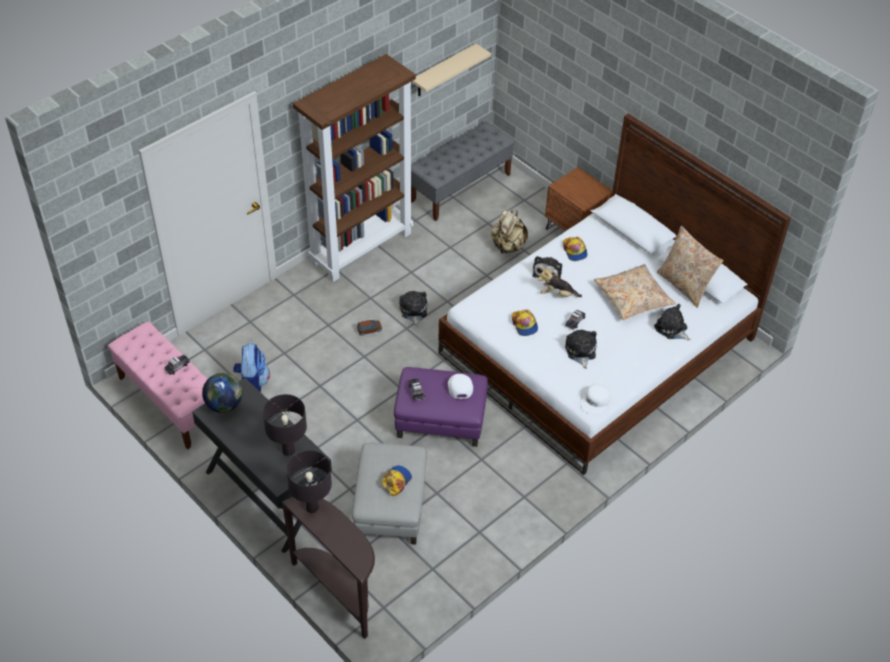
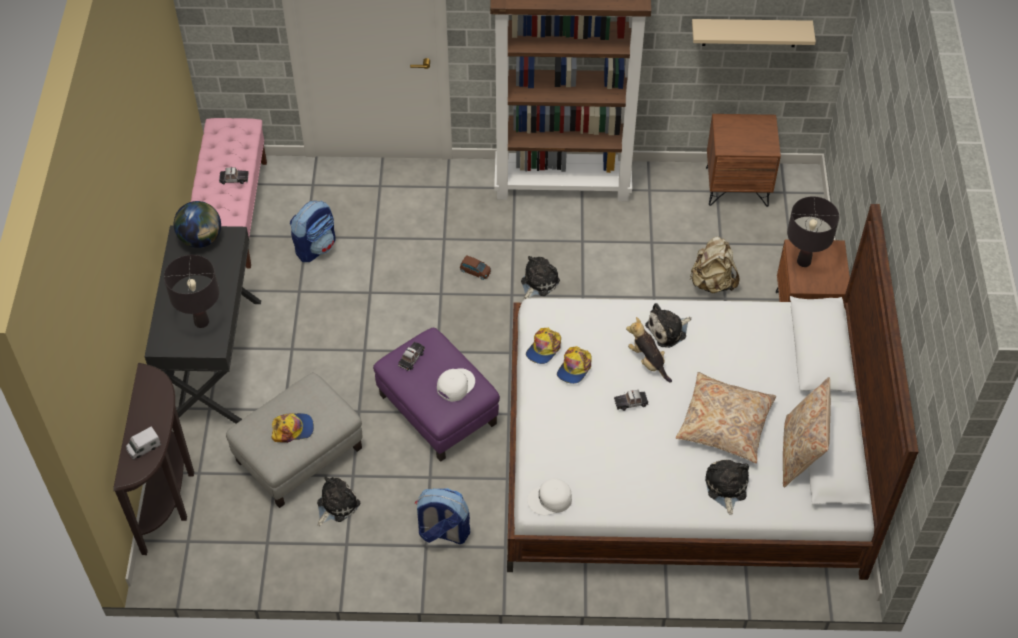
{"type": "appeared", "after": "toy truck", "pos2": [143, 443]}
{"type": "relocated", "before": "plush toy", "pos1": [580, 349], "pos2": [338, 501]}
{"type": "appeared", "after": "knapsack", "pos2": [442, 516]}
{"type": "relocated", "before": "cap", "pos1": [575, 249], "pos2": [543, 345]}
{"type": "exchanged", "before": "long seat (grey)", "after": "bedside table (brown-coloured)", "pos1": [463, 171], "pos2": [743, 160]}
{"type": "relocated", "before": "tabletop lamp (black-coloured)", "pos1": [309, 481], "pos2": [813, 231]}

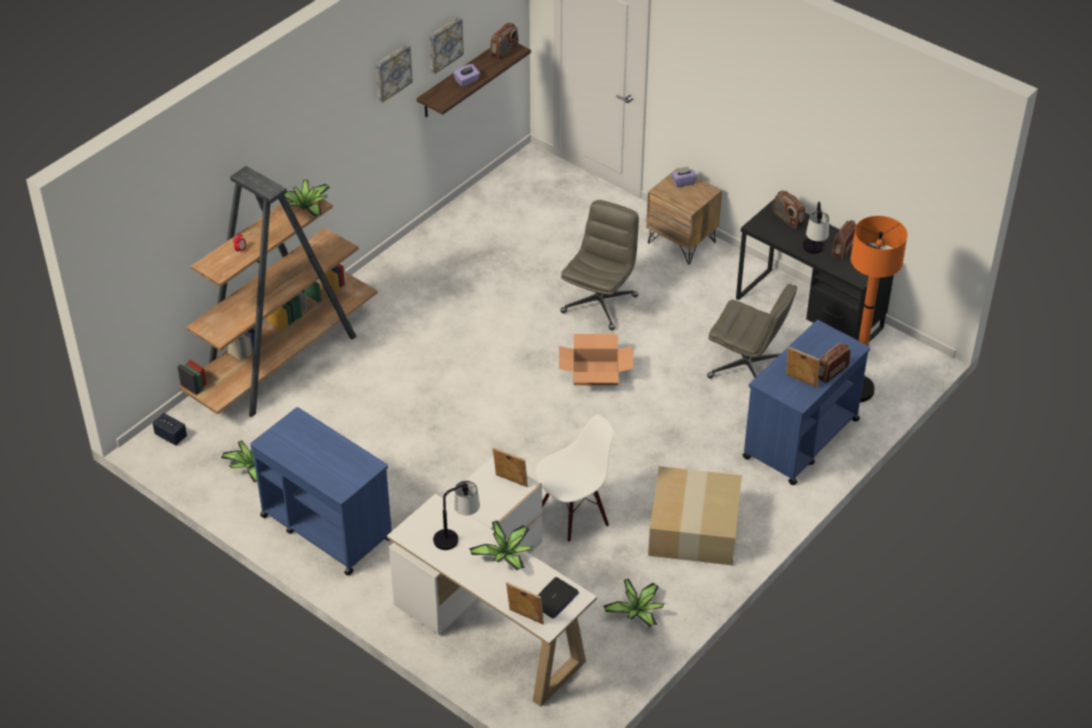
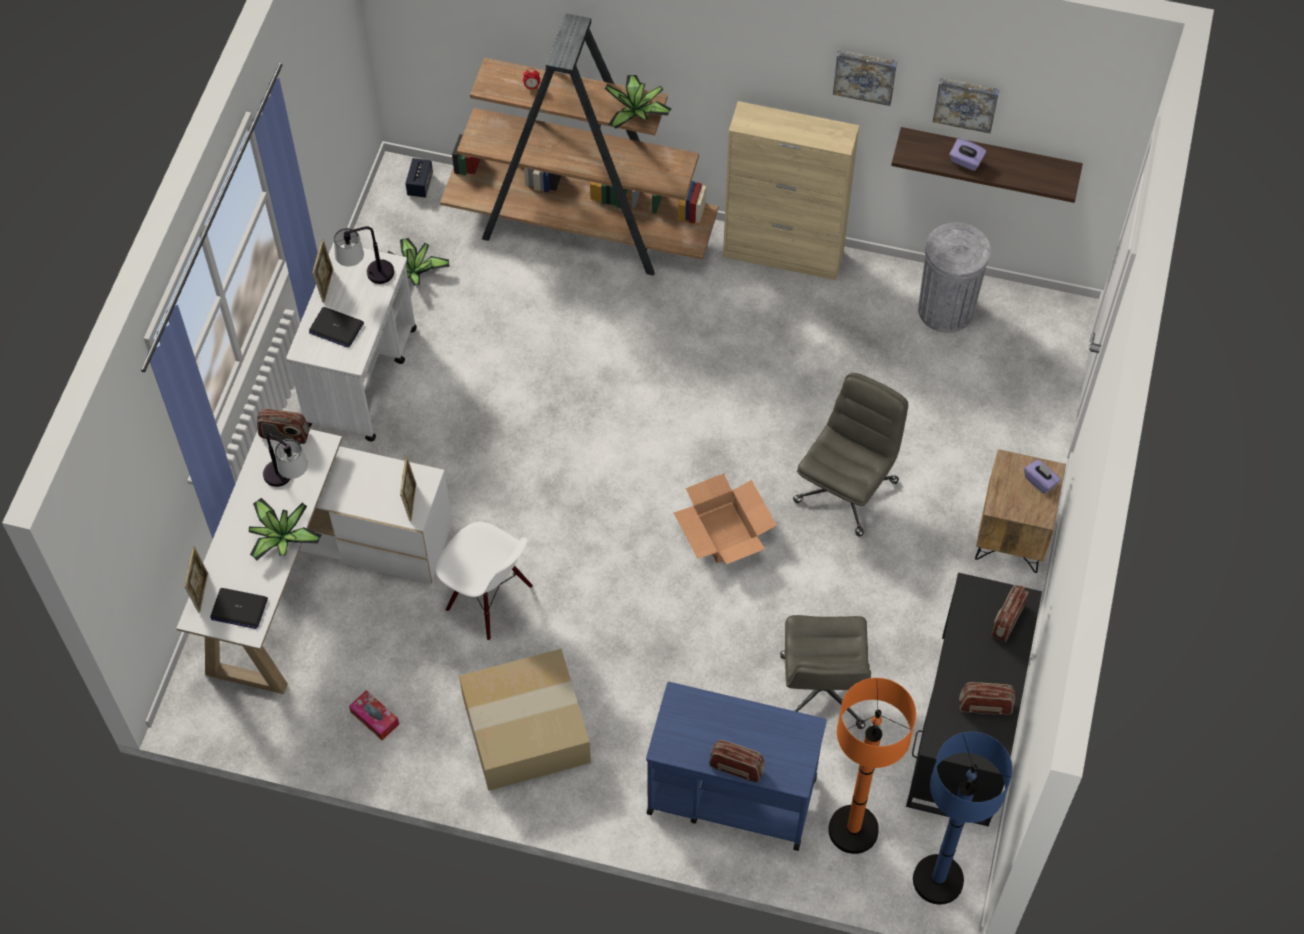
{"type": "relocated", "before": "radio receiver", "pos1": [504, 41], "pos2": [283, 426]}
{"type": "colour", "before": "trolley (blue-coloured)", "after": "trolley (white)", "pos1": [321, 491], "pos2": [351, 342]}
{"type": "appeared", "after": "laptop", "pos2": [336, 327]}
{"type": "relocated", "before": "picture frame", "pos1": [803, 367], "pos2": [323, 271]}
{"type": "relocated", "before": "tabletop lamp", "pos1": [816, 228], "pos2": [364, 255]}
{"type": "exchanged", "before": "plant in a pot", "after": "tissue holder", "pos1": [633, 602], "pos2": [374, 715]}
{"type": "appeared", "after": "storage cabinet (beige)", "pos2": [791, 190]}
{"type": "spun", "before": "office chair (grey)", "pos1": [599, 265], "pos2": [850, 454], "turn": -60}
{"type": "appeared", "after": "standing lamp (blue-coloured)", "pos2": [963, 818]}
{"type": "appeared", "after": "waste bin (grey)", "pos2": [954, 277]}

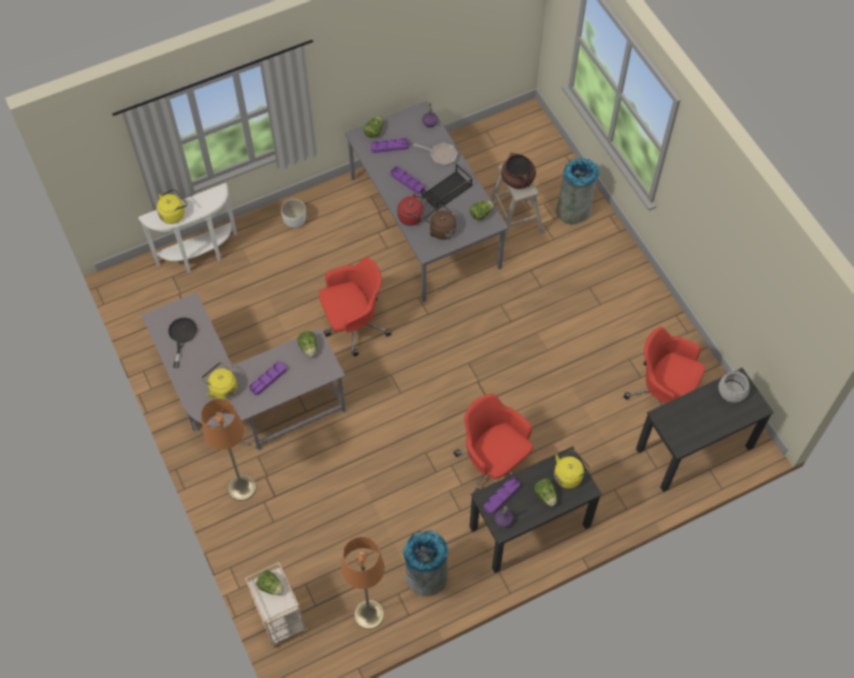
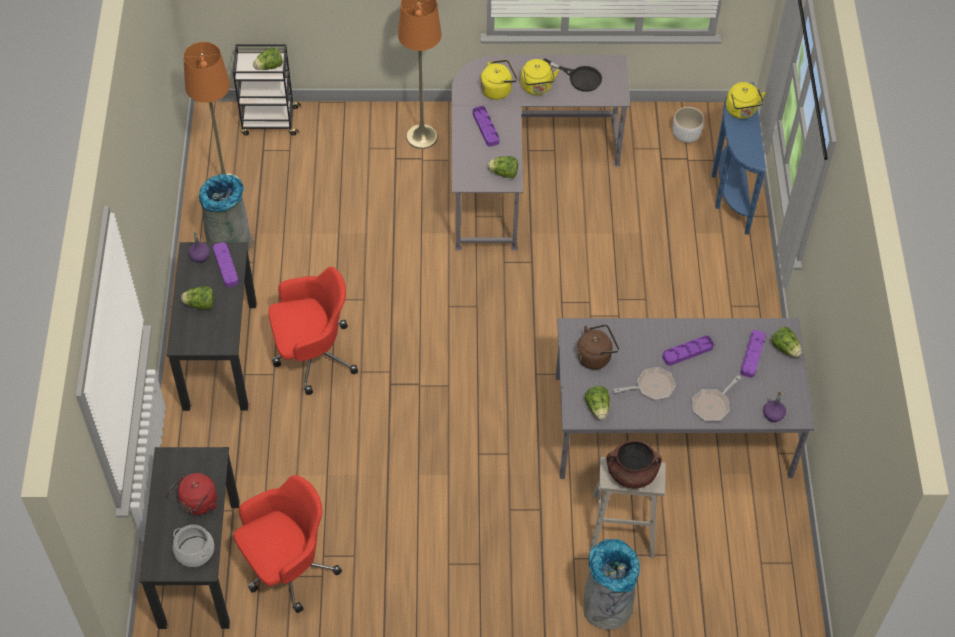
{"type": "relocated", "before": "tea kettle (red-coloured)", "pos1": [412, 209], "pos2": [193, 494]}
{"type": "colour", "before": "trolley (beige)", "after": "trolley (black-coloured)", "pos1": [276, 605], "pos2": [267, 90]}
{"type": "relocated", "before": "tea kettle (yellow-coloured)", "pos1": [572, 469], "pos2": [540, 77]}
{"type": "exchanged", "before": "serving tray (black-coloured)", "after": "skillet", "pos1": [446, 187], "pos2": [645, 383]}
{"type": "relocated", "before": "flower pot (white)", "pos1": [293, 213], "pos2": [688, 125]}
{"type": "colour", "before": "hall table (white)", "after": "hall table (blue-coloured)", "pos1": [187, 228], "pos2": [739, 158]}
{"type": "missing", "before": "office chair (red-coloured)", "pos1": [355, 306]}

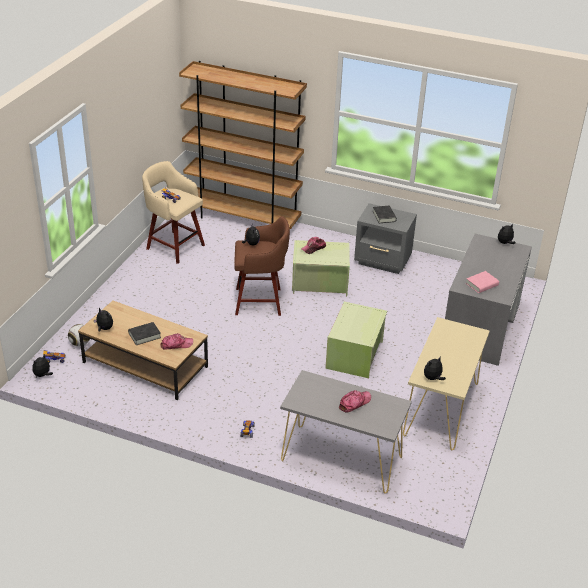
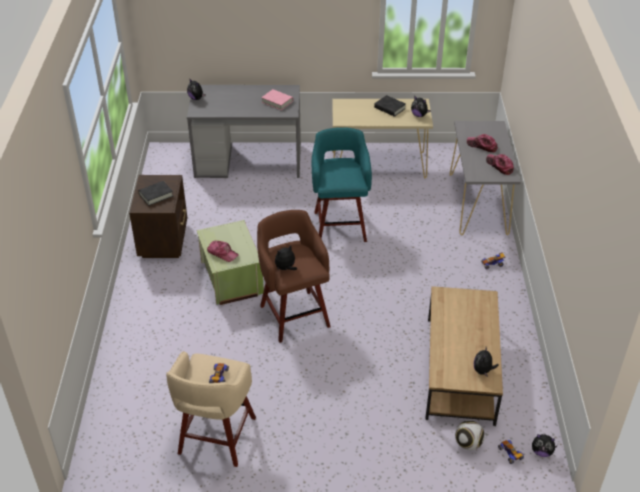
{"type": "colour", "before": "bedside table (grey)", "after": "bedside table (brown-coloured)", "pos1": [385, 238], "pos2": [158, 216]}
{"type": "exchanged", "before": "storage bin (greenish)", "after": "stool (blue-green)", "pos1": [356, 340], "pos2": [342, 184]}
{"type": "relocated", "before": "volume (black-coloured)", "pos1": [144, 333], "pos2": [390, 106]}
{"type": "relocated", "before": "cap", "pos1": [176, 341], "pos2": [500, 164]}
{"type": "missing", "before": "bookshelf (brown-coloured)", "pos1": [243, 145]}

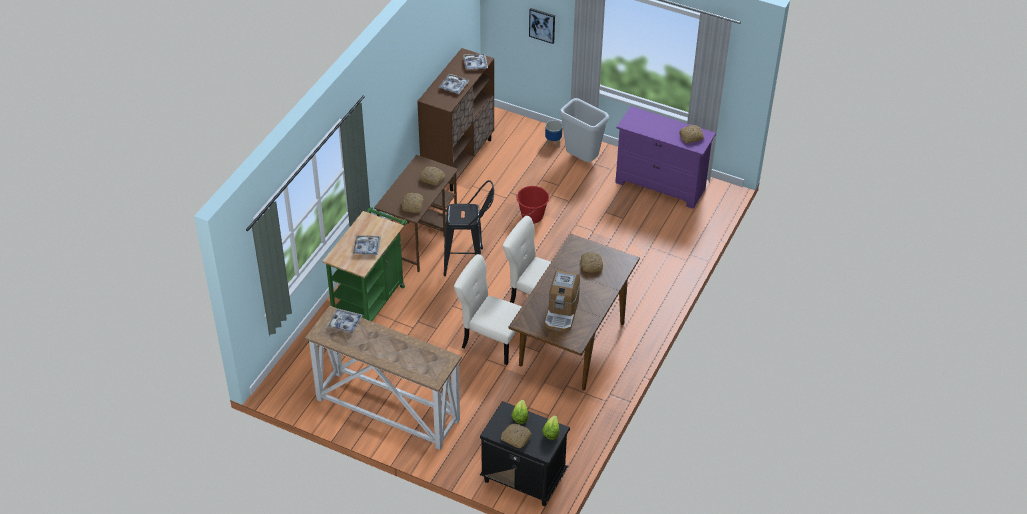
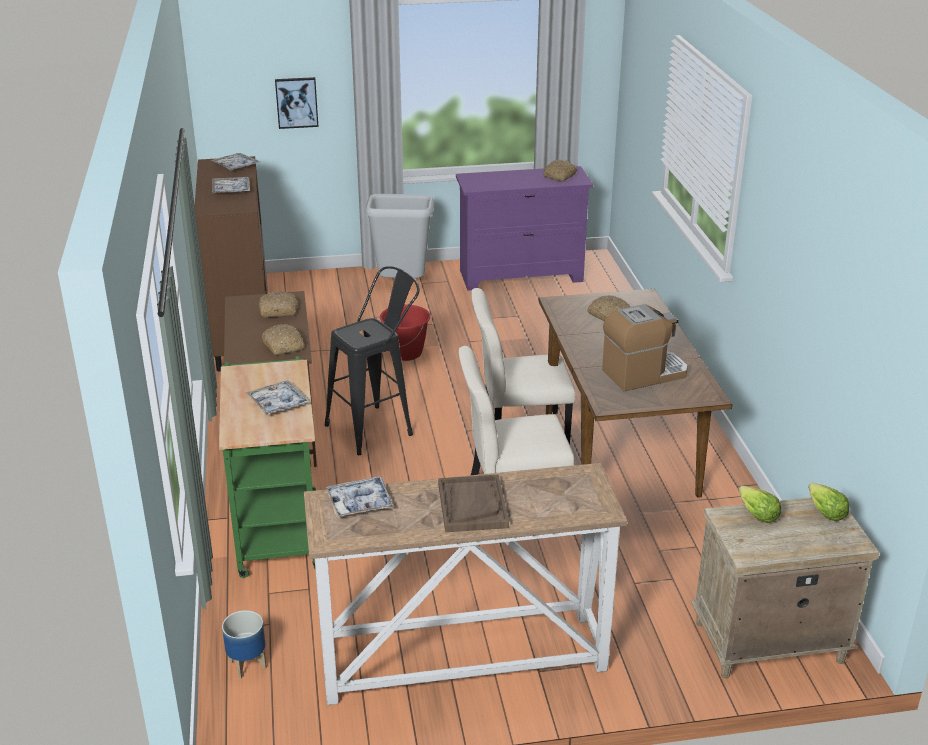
{"type": "relocated", "before": "flower pot", "pos1": [554, 134], "pos2": [244, 644]}
{"type": "appeared", "after": "serving tray (brown-coloured)", "pos2": [473, 503]}
{"type": "spun", "before": "coffee brewer", "pos1": [562, 301], "pos2": [645, 347], "turn": -90}
{"type": "colour", "before": "bedside table (black-coloured)", "after": "bedside table (beige)", "pos1": [525, 453], "pos2": [785, 588]}
{"type": "missing", "before": "bakery bread", "pos1": [516, 436]}

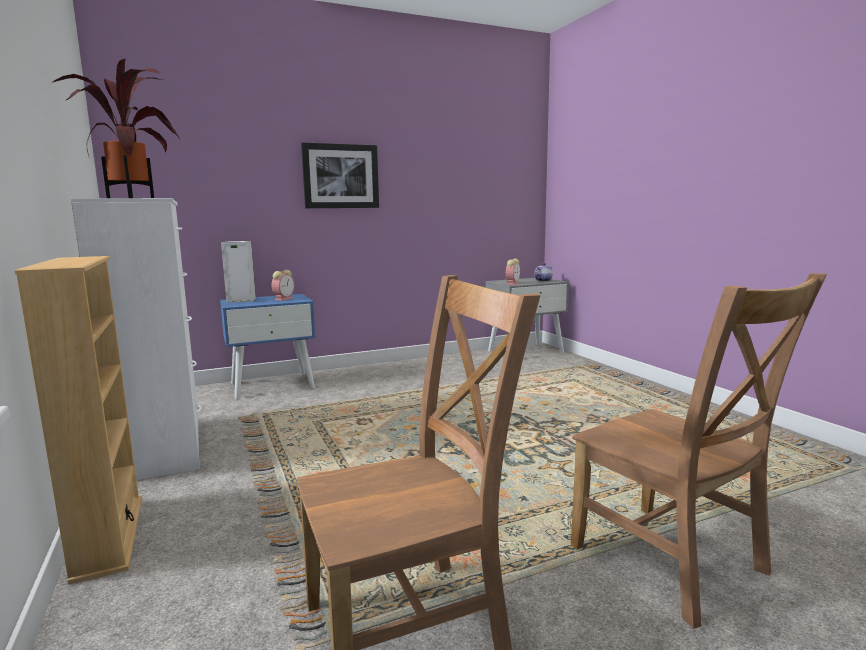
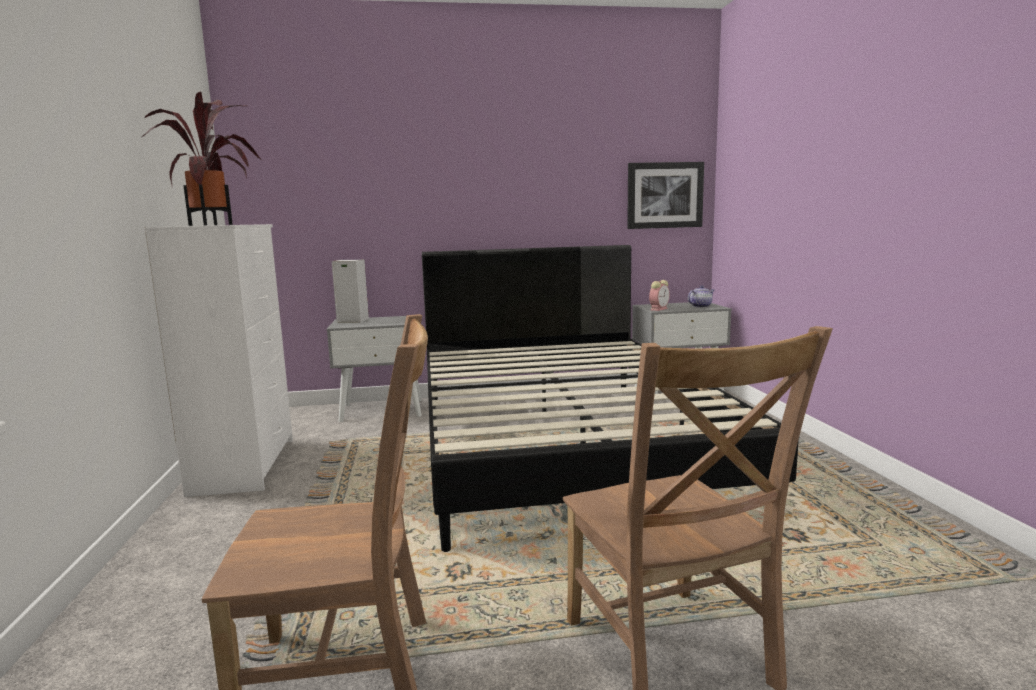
{"type": "colour", "before": "bedside table (blue-coloured)", "after": "bedside table (grey)", "pos1": [267, 346], "pos2": [374, 369]}
{"type": "appeared", "after": "sleeping bed (black-coloured)", "pos2": [610, 398]}
{"type": "relocated", "before": "wall art", "pos1": [340, 176], "pos2": [665, 195]}
{"type": "missing", "before": "bookshelf (beige)", "pos1": [78, 420]}
{"type": "missing", "before": "bedside clock", "pos1": [283, 285]}

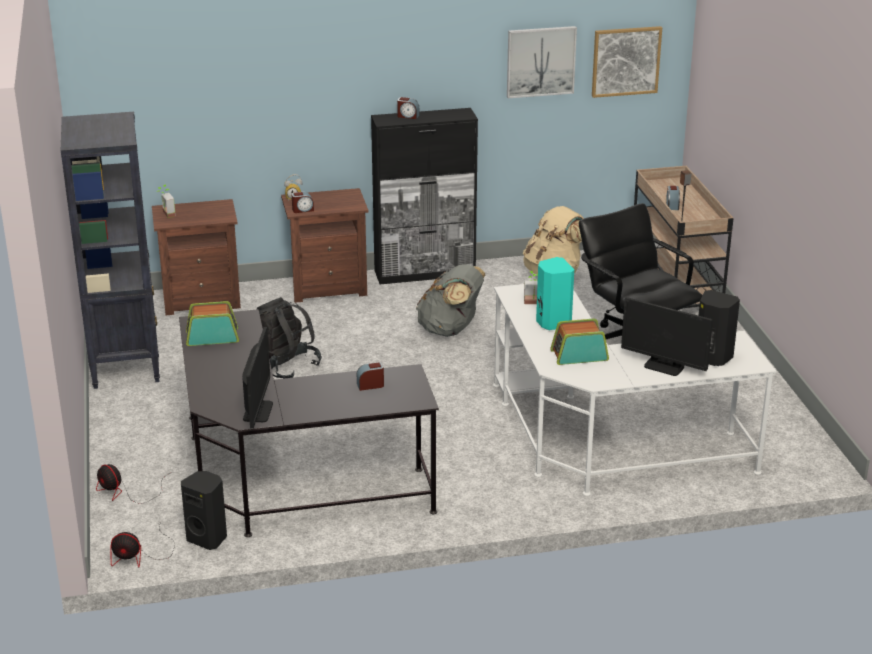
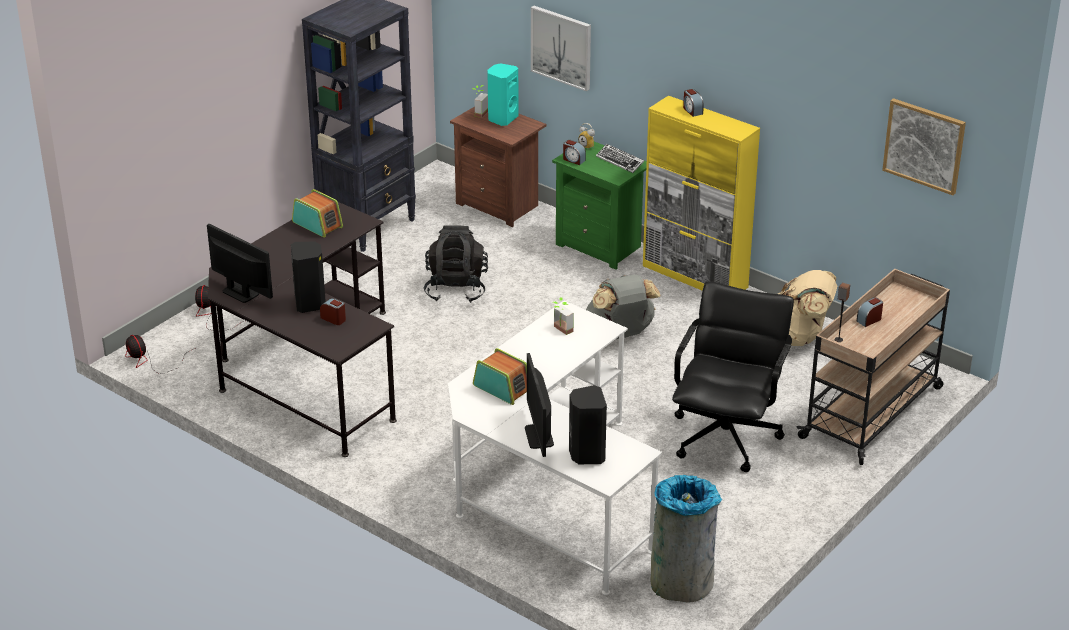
{"type": "spun", "before": "computer screen", "pos1": [257, 377], "pos2": [240, 263], "turn": -105}
{"type": "relocated", "before": "audio speaker (black-coloured)", "pos1": [204, 510], "pos2": [308, 277]}
{"type": "relocated", "before": "audio speaker (blue-green)", "pos1": [555, 293], "pos2": [503, 94]}
{"type": "relocated", "before": "wall art", "pos1": [542, 62], "pos2": [561, 48]}
{"type": "colour", "before": "bedside table (brown-coloured)", "after": "bedside table (greenish)", "pos1": [324, 245], "pos2": [599, 206]}
{"type": "appeared", "after": "PC keyboard", "pos2": [620, 158]}
{"type": "colour", "before": "storage cabinet (black-coloured)", "after": "storage cabinet (yellow-coloured)", "pos1": [424, 196], "pos2": [701, 193]}
{"type": "appeared", "after": "waste bin (grey)", "pos2": [686, 539]}

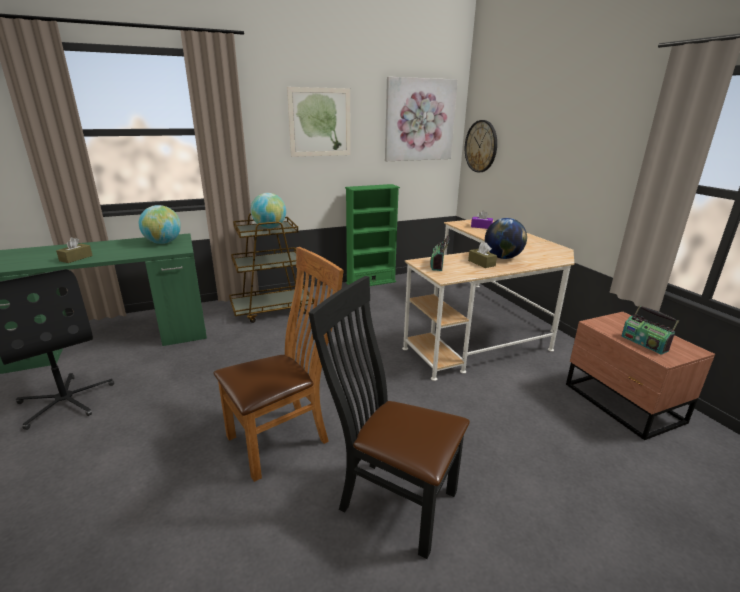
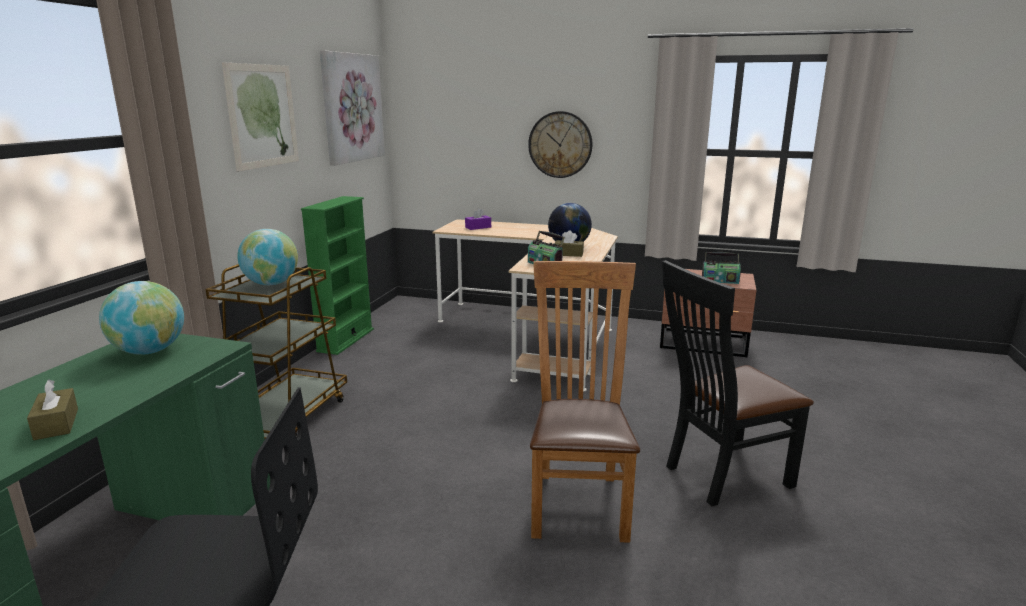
{"type": "relocated", "before": "hanging clock", "pos1": [481, 146], "pos2": [560, 144]}

